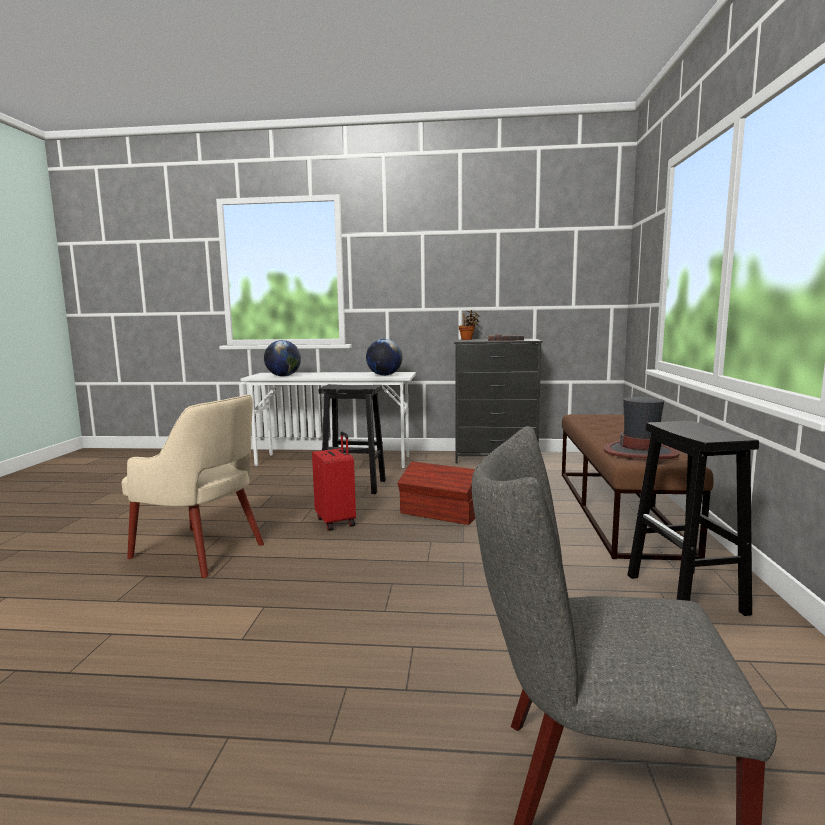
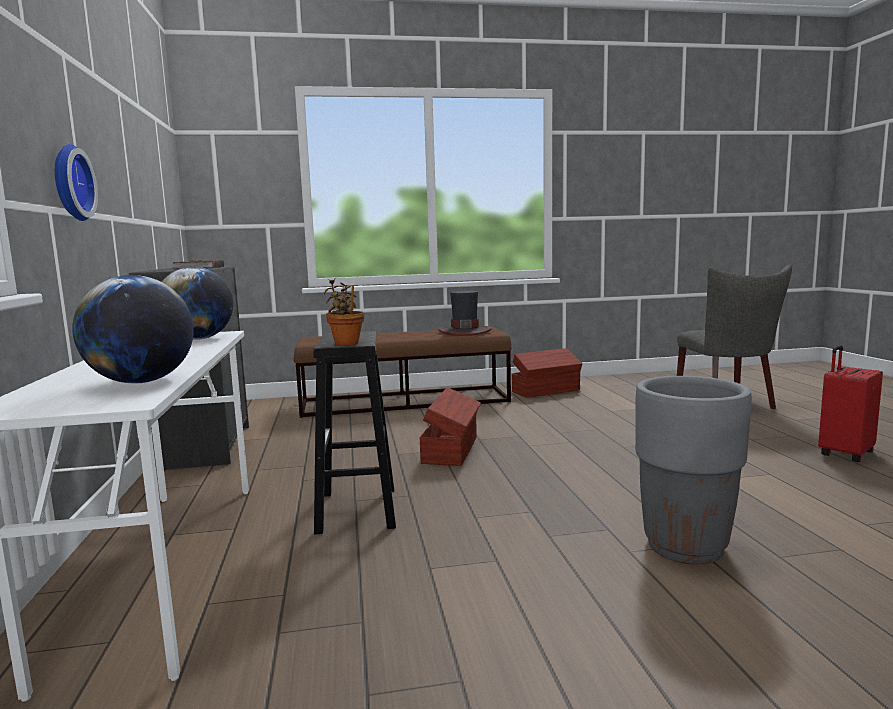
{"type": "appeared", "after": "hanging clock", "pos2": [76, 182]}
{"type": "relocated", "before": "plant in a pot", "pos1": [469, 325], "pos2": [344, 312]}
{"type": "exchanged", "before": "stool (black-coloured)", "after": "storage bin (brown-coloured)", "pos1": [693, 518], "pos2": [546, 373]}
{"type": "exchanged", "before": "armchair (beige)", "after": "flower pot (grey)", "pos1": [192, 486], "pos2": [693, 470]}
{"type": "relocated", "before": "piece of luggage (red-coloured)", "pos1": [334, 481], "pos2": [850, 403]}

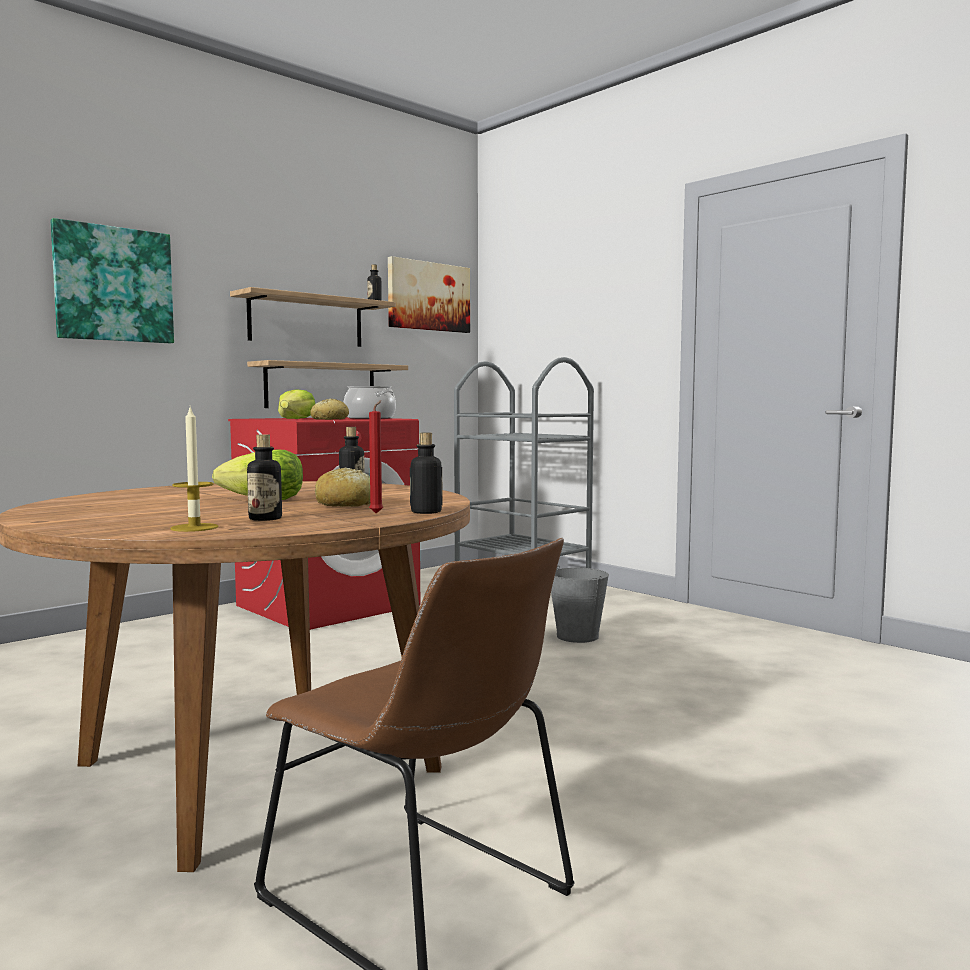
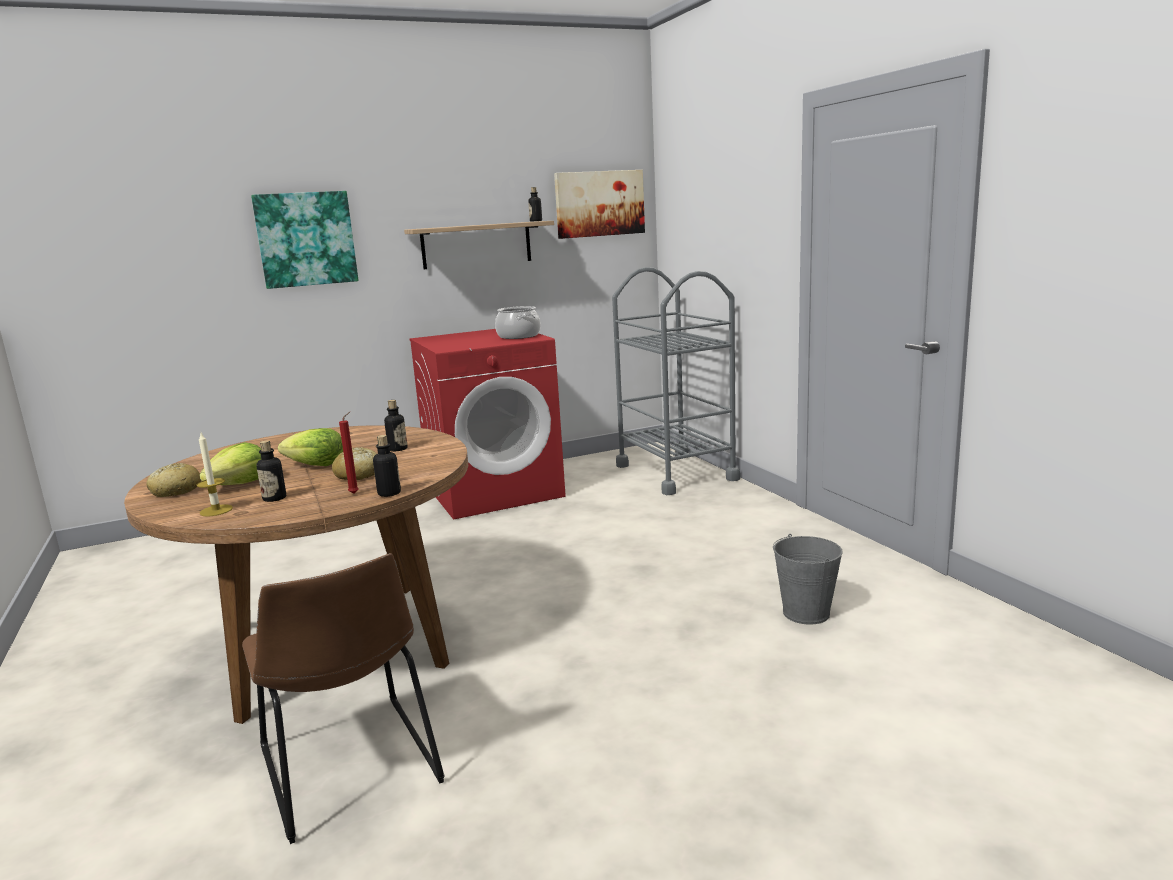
{"type": "relocated", "before": "bakery bread", "pos1": [329, 409], "pos2": [173, 480]}
{"type": "relocated", "before": "lettuce head", "pos1": [296, 404], "pos2": [230, 463]}
{"type": "relocated", "before": "pail (grey)", "pos1": [580, 604], "pos2": [808, 579]}
{"type": "missing", "before": "bracket shelf", "pos1": [327, 384]}

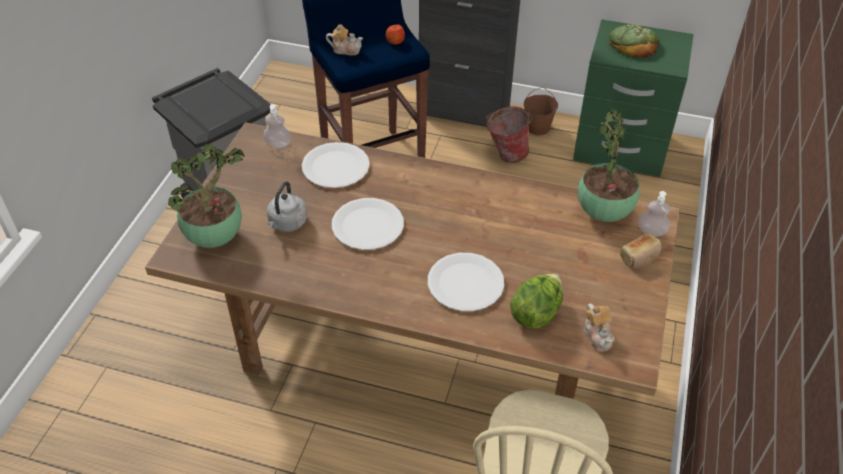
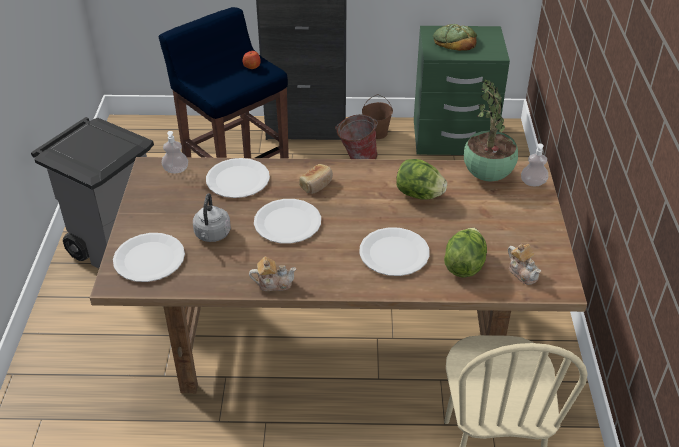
{"type": "exchanged", "before": "plant in a pot", "after": "dinner plate (white)", "pos1": [206, 196], "pos2": [149, 257]}
{"type": "relocated", "before": "tea pot", "pos1": [344, 39], "pos2": [272, 274]}
{"type": "relocated", "before": "bakery bread", "pos1": [641, 250], "pos2": [316, 179]}
{"type": "appeared", "after": "lettuce head", "pos2": [421, 179]}

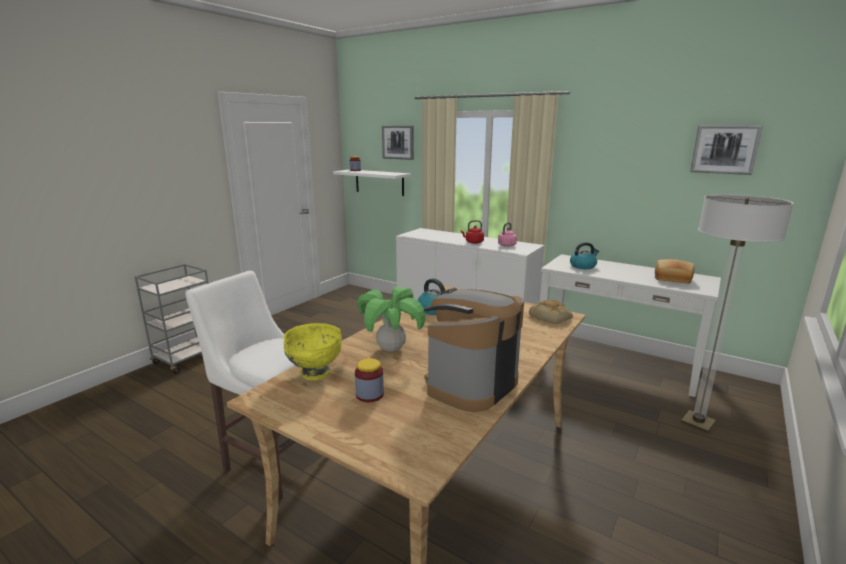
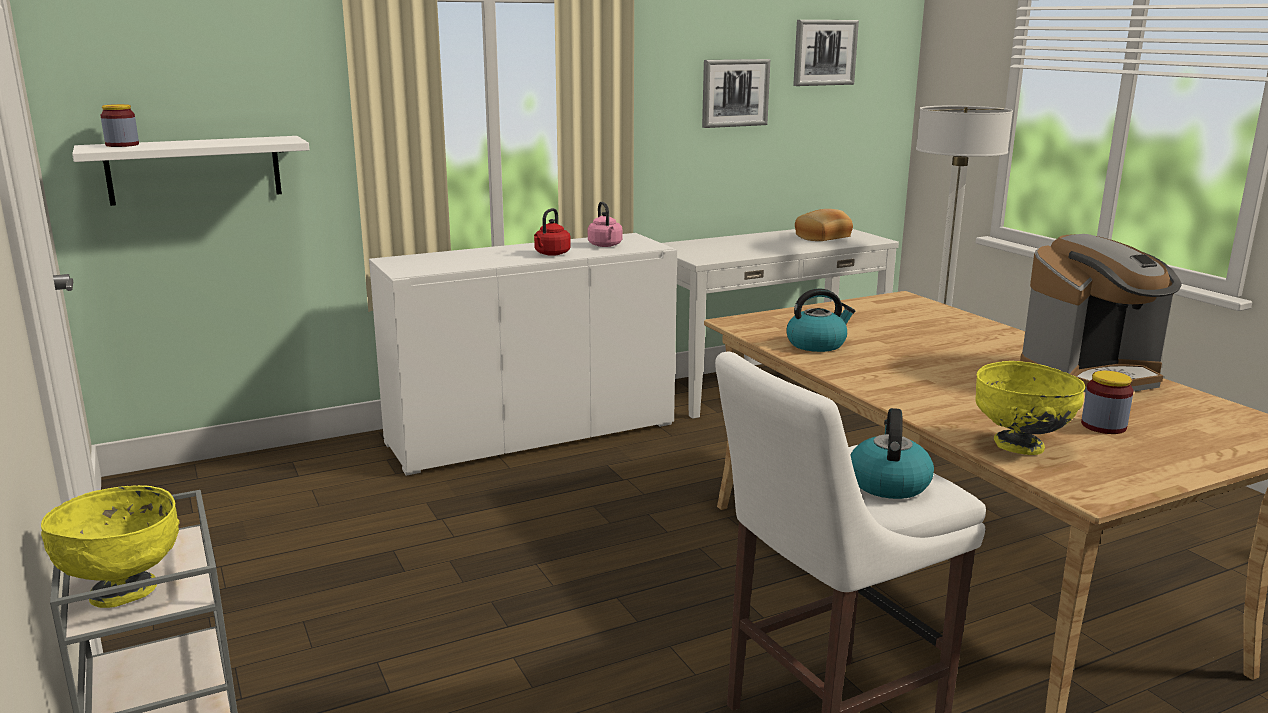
{"type": "appeared", "after": "deep dish (yellow-coloured)", "pos2": [110, 546]}
{"type": "relocated", "before": "wall art", "pos1": [398, 143], "pos2": [736, 93]}
{"type": "relocated", "before": "tea kettle", "pos1": [584, 255], "pos2": [892, 453]}
{"type": "spun", "before": "coffee brewer", "pos1": [474, 350], "pos2": [1101, 313], "turn": -90}
{"type": "missing", "before": "plant in a pot", "pos1": [391, 319]}
{"type": "missing", "before": "bakery bread", "pos1": [551, 311]}

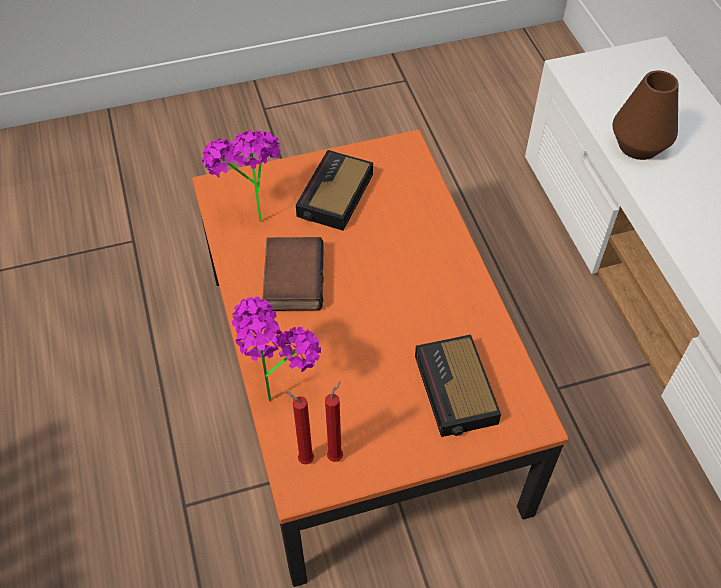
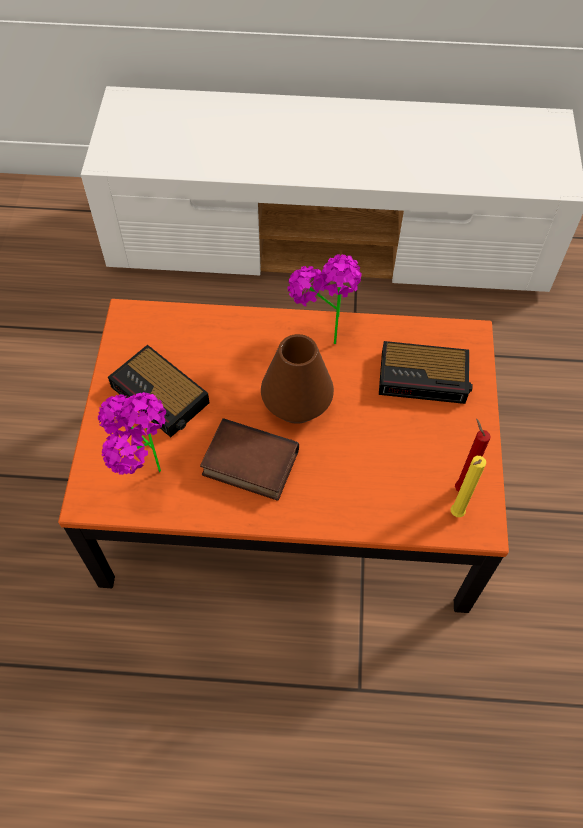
{"type": "relocated", "before": "flower vase (brown-coloured)", "pos1": [645, 115], "pos2": [297, 379]}
{"type": "relocated", "before": "plant in a pot", "pos1": [276, 349], "pos2": [324, 299]}
{"type": "colour", "before": "wax candle (red-coloured)", "after": "wax candle (yellow-coloured)", "pos1": [299, 427], "pos2": [468, 486]}

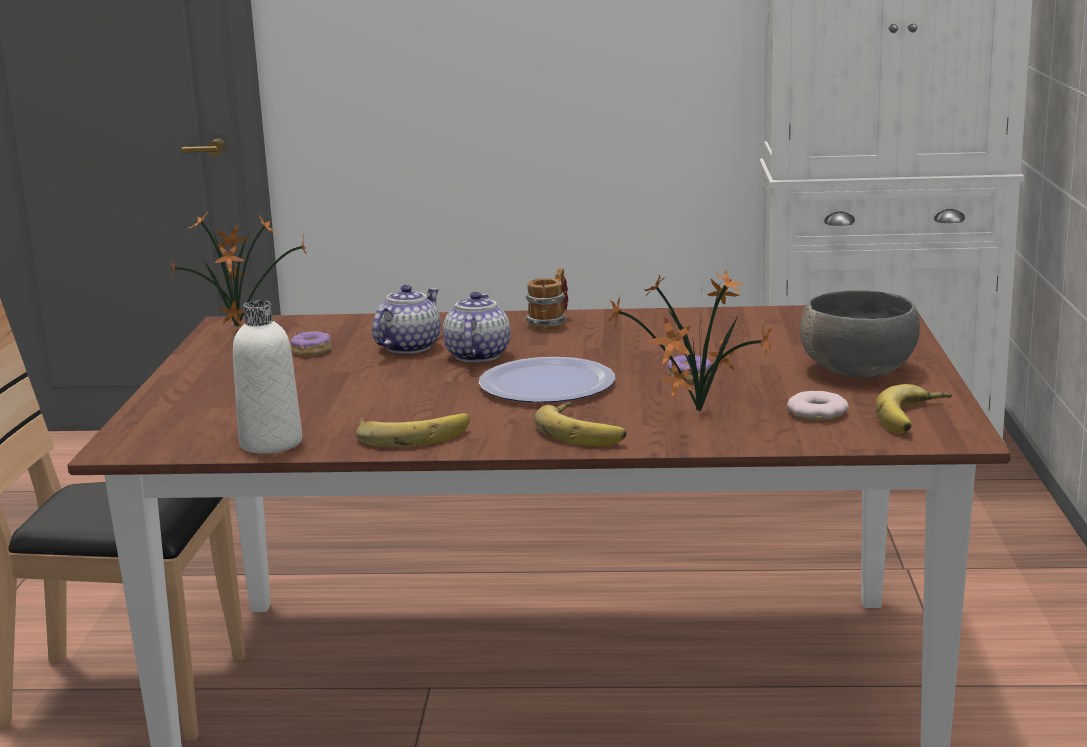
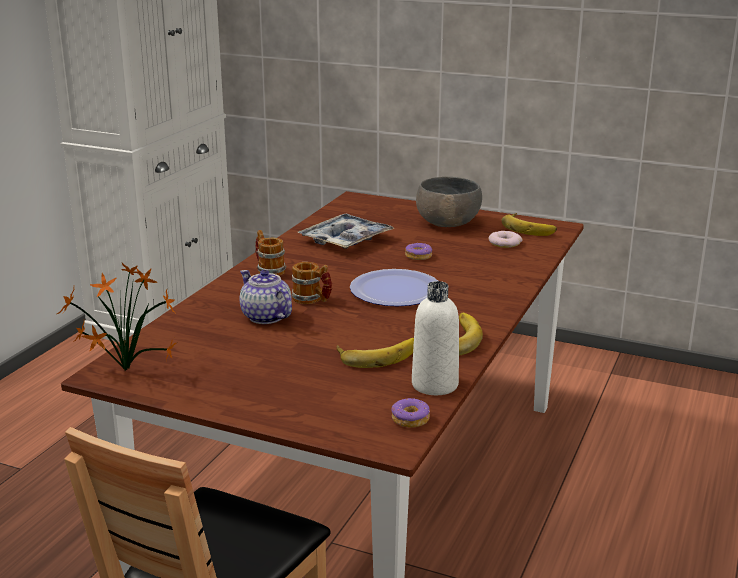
{"type": "exchanged", "before": "tea pot", "after": "tea mug", "pos1": [476, 327], "pos2": [312, 283]}
{"type": "appeared", "after": "serving tray", "pos2": [346, 231]}
{"type": "relocated", "before": "banana fruit", "pos1": [580, 424], "pos2": [375, 353]}
{"type": "relocated", "before": "donut", "pos1": [311, 343], "pos2": [410, 413]}
{"type": "missing", "before": "plant in a pot", "pos1": [691, 340]}

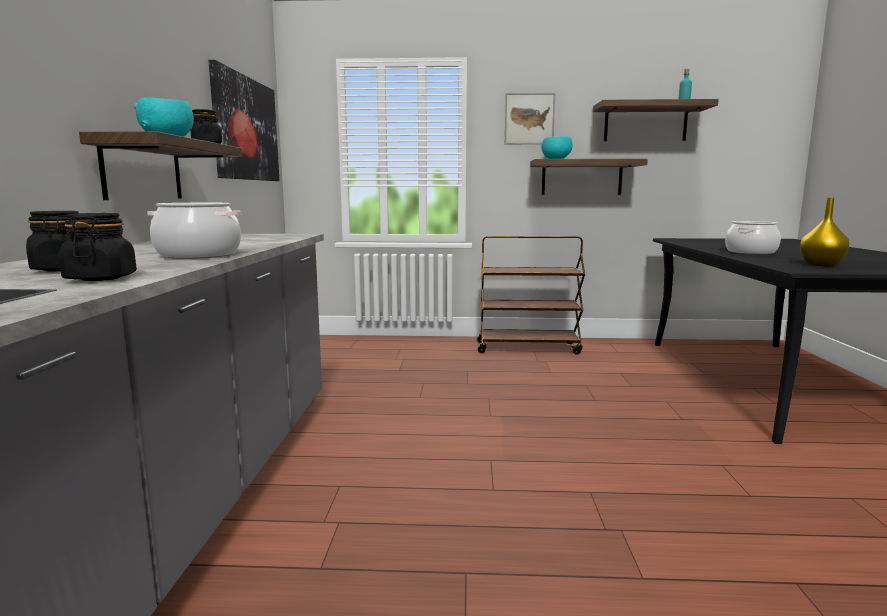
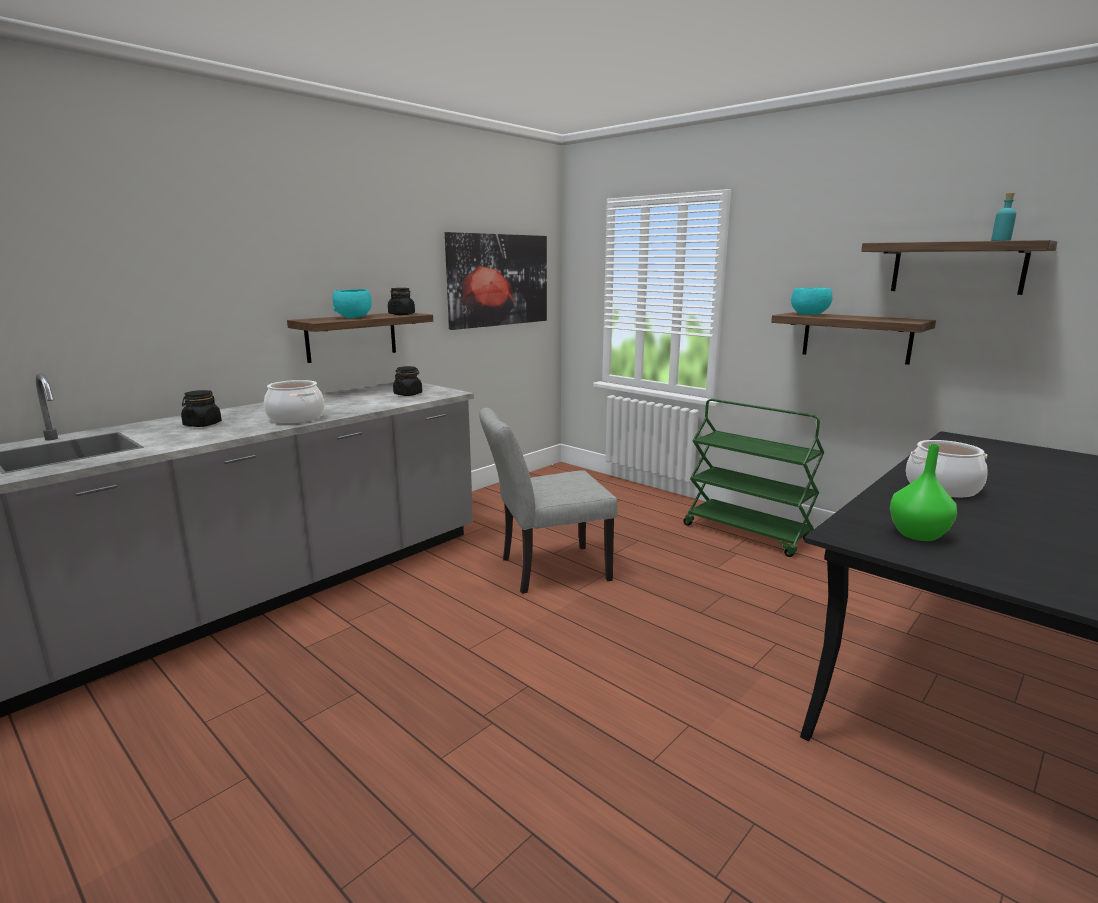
{"type": "relocated", "before": "storage jar (black-coloured)", "pos1": [98, 247], "pos2": [407, 381]}
{"type": "appeared", "after": "upright chair (grey)", "pos2": [548, 501]}
{"type": "colour", "before": "trolley (brown-coloured)", "after": "trolley (greenish)", "pos1": [531, 295], "pos2": [754, 478]}
{"type": "colour", "before": "flower vase (yellow-coloured)", "after": "flower vase (greenish)", "pos1": [824, 232], "pos2": [923, 492]}
{"type": "missing", "before": "wall art", "pos1": [530, 118]}

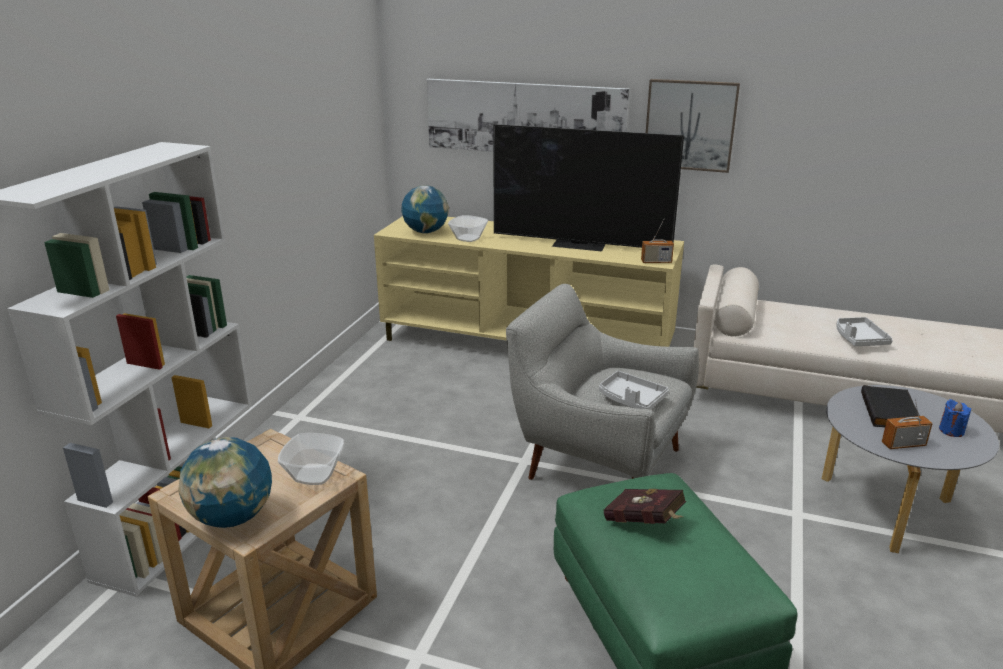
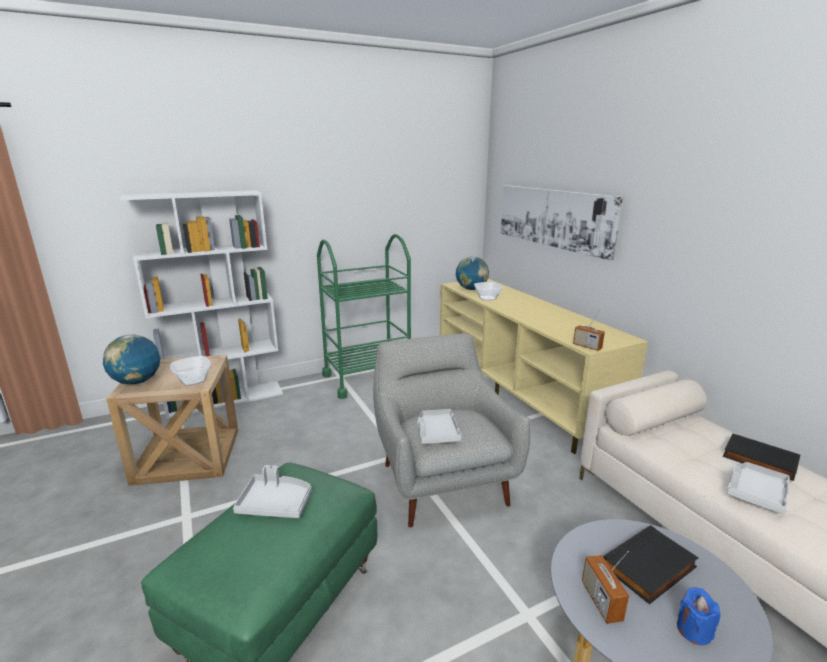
{"type": "exchanged", "before": "volume (red-coloured)", "after": "serving tray (grey)", "pos1": [645, 506], "pos2": [272, 491]}
{"type": "appeared", "after": "trolley (greenish)", "pos2": [364, 316]}
{"type": "spun", "before": "radio receiver", "pos1": [907, 424], "pos2": [605, 587], "turn": -135}
{"type": "appeared", "after": "volume (black-coloured)", "pos2": [761, 457]}
{"type": "missing", "before": "TV set", "pos1": [588, 187]}
{"type": "missing", "before": "wall art", "pos1": [693, 126]}

